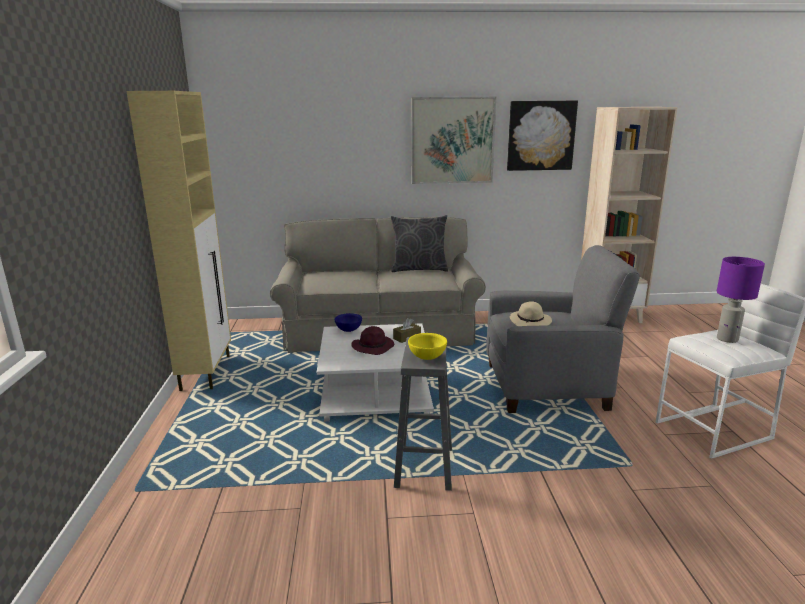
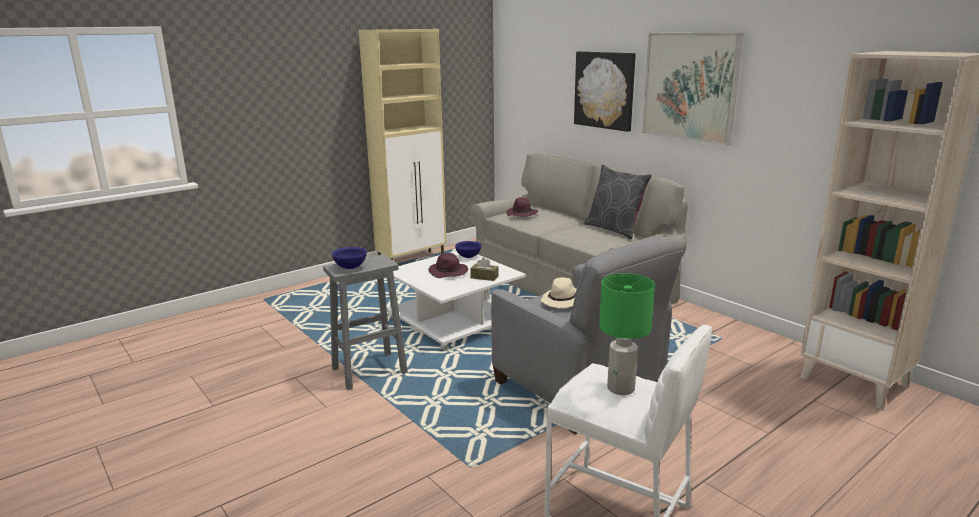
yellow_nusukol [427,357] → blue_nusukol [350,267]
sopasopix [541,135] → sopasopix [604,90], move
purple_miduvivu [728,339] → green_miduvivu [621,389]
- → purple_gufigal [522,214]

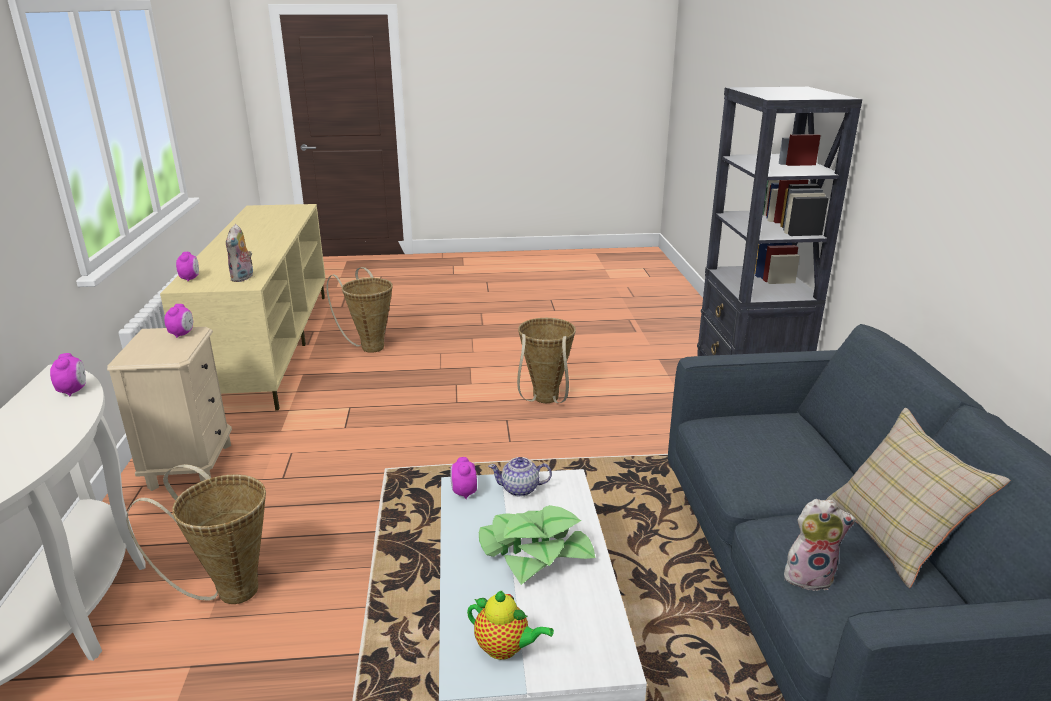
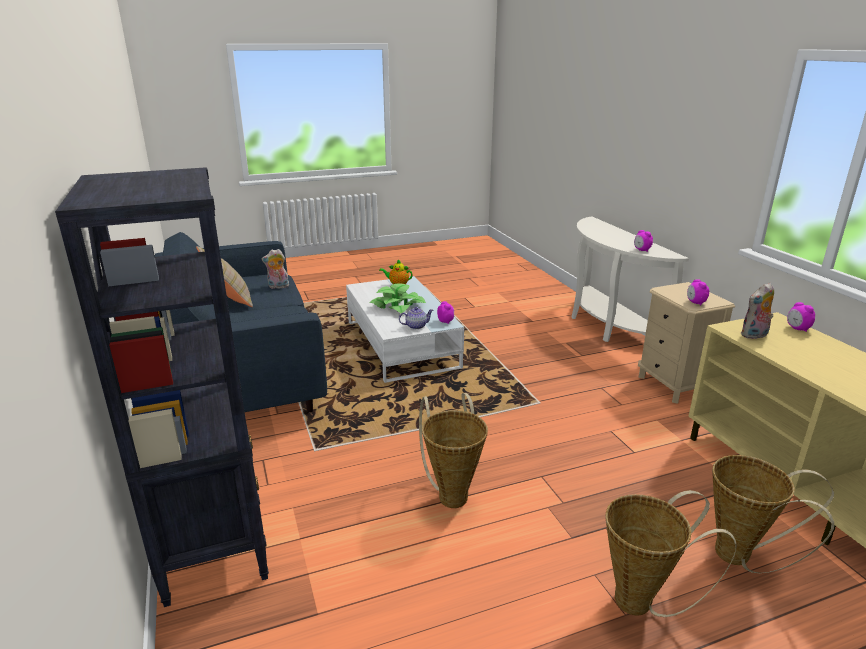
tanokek [230,590] → tanokek [642,602], move
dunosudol [243,278] → dunosudol [754,335], 105 degrees counterclockwise

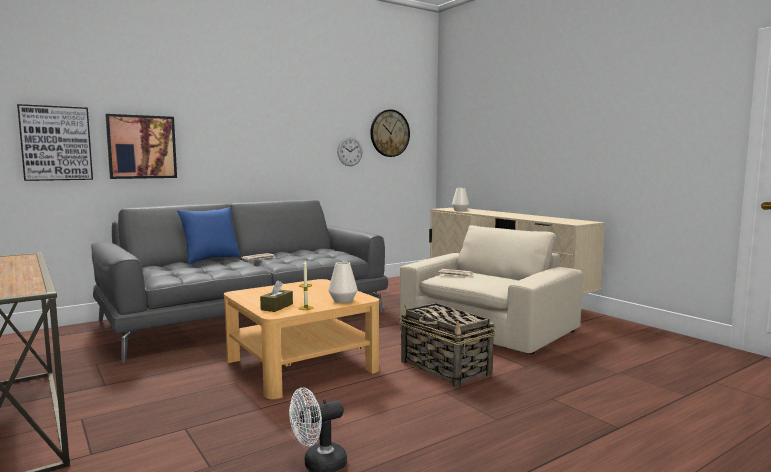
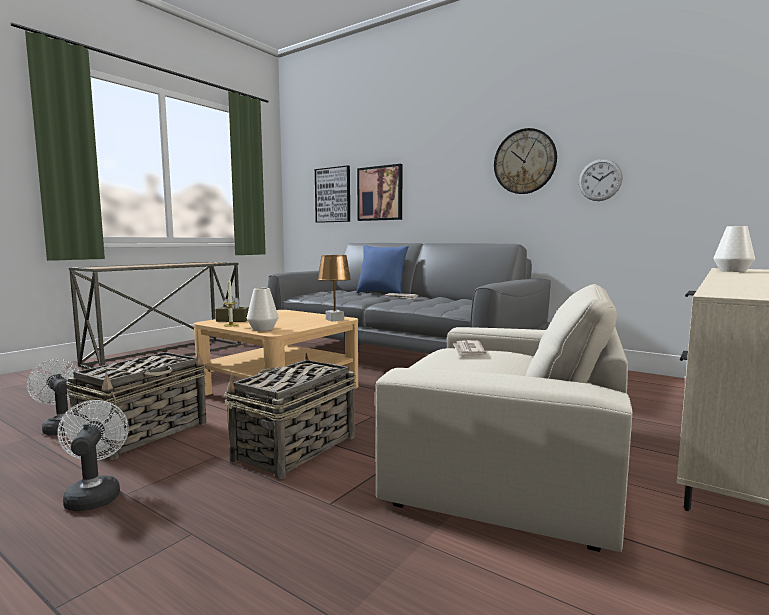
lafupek [389,133] → lafupek [525,161], move
- → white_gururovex [94,494]
- → tanokek [145,433]
- → brown_miduvivu [334,319]

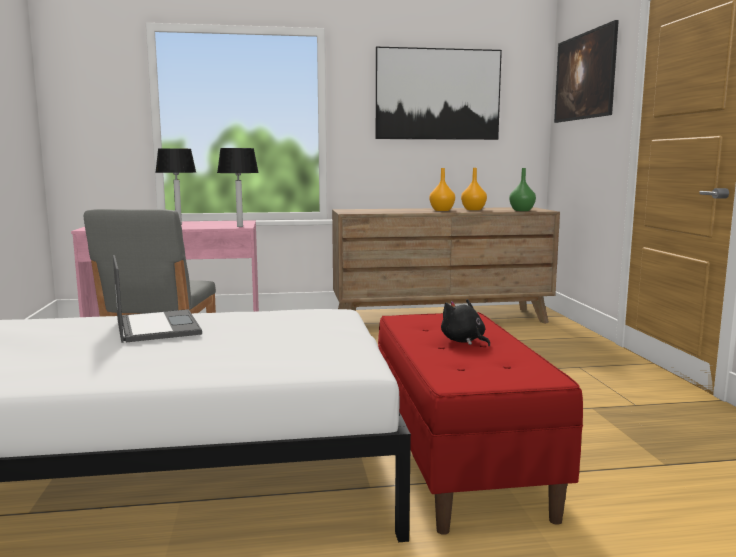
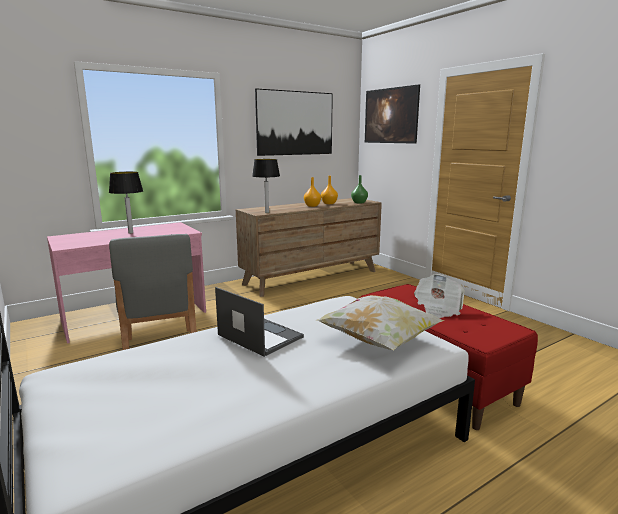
miduvivu [239,226] → miduvivu [266,212], move
black_dunosudol [464,341] → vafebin [437,309]
- → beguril [378,341]

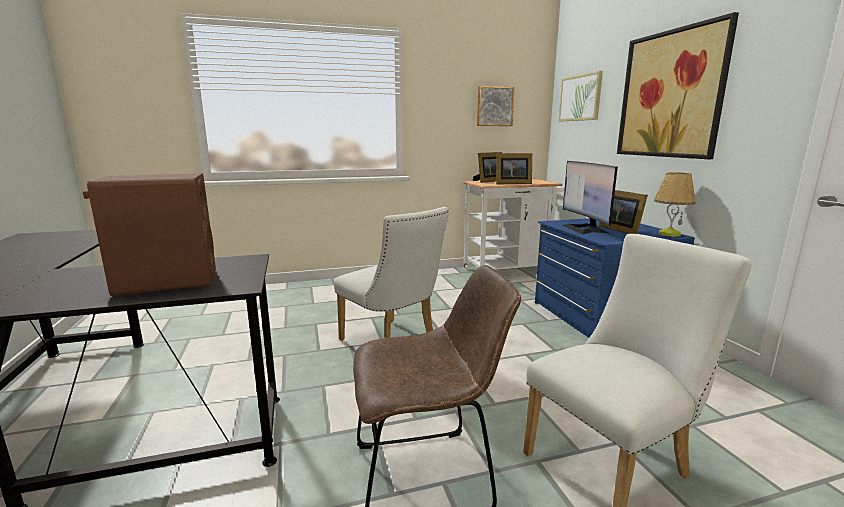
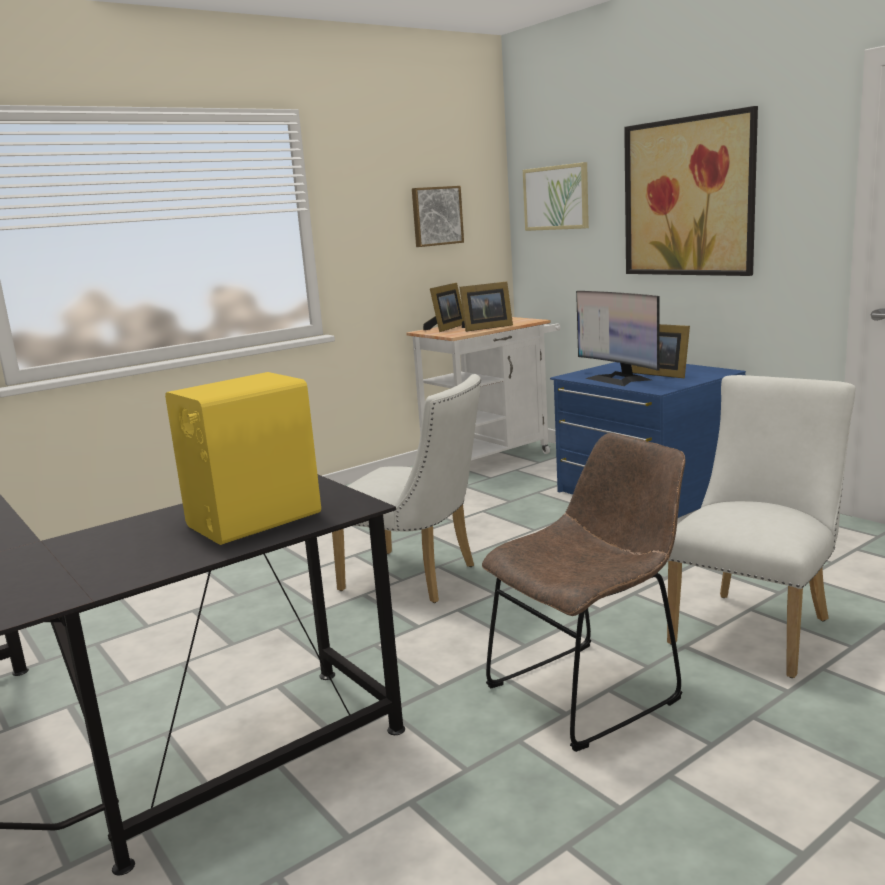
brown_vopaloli [167,282] → yellow_vopaloli [253,520]
miduvivu [669,234] → -

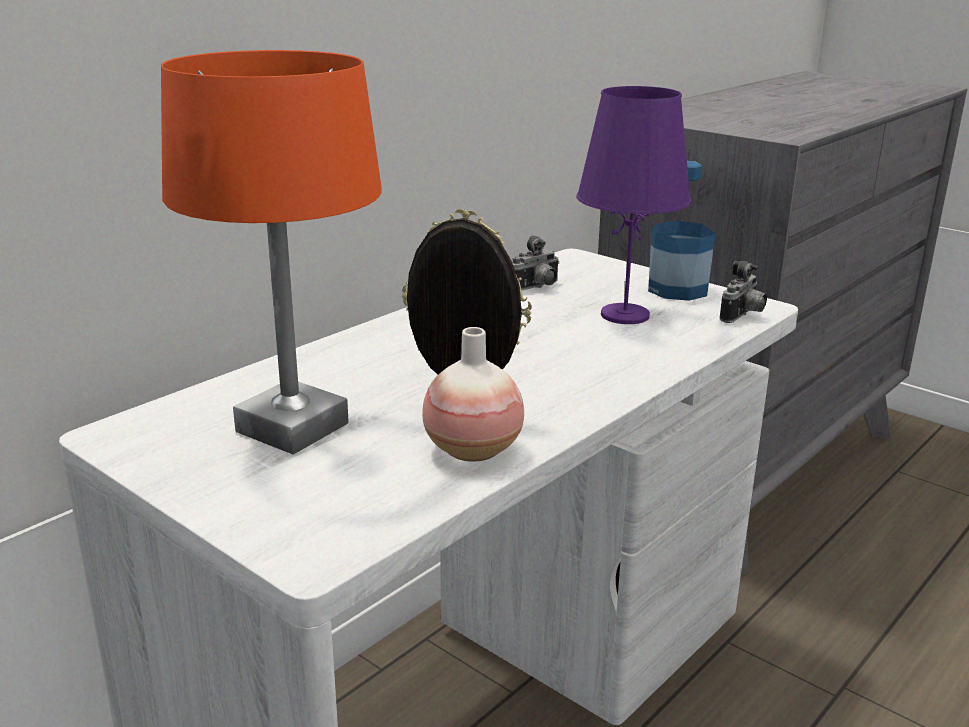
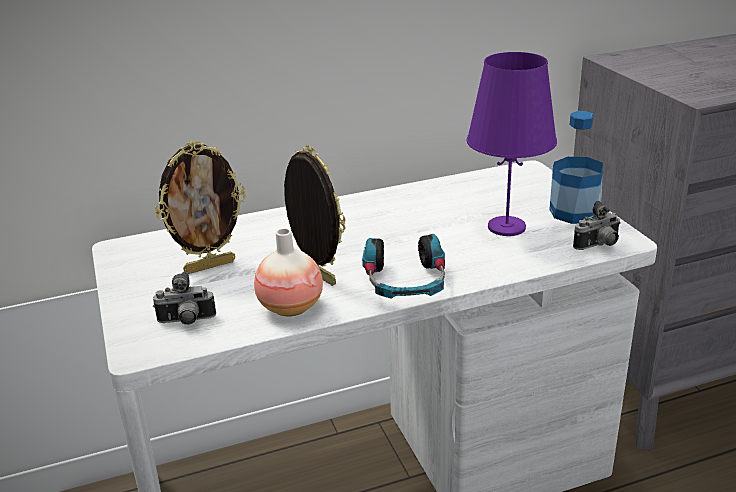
orange_miduvivu [293,427] → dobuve [210,266]
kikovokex [536,288] → kikovokex [186,322], move
- → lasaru [405,282]

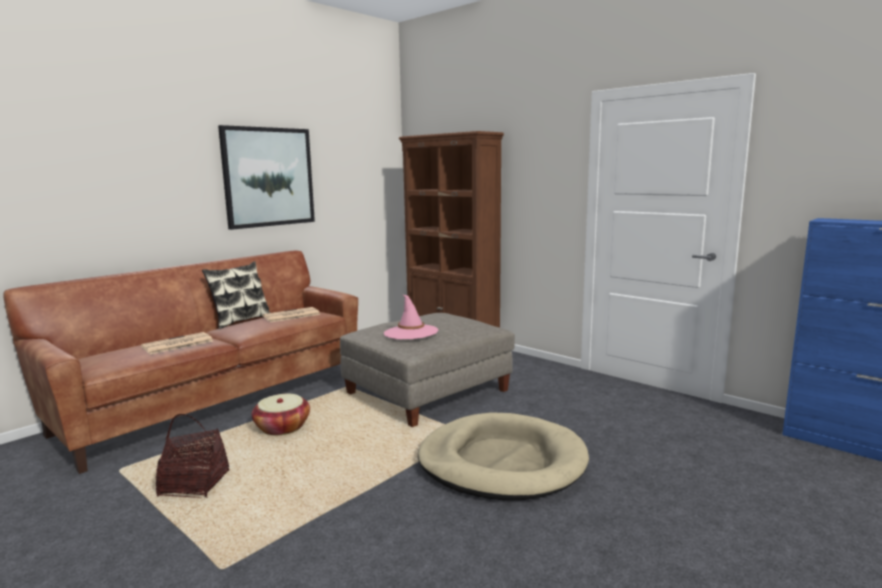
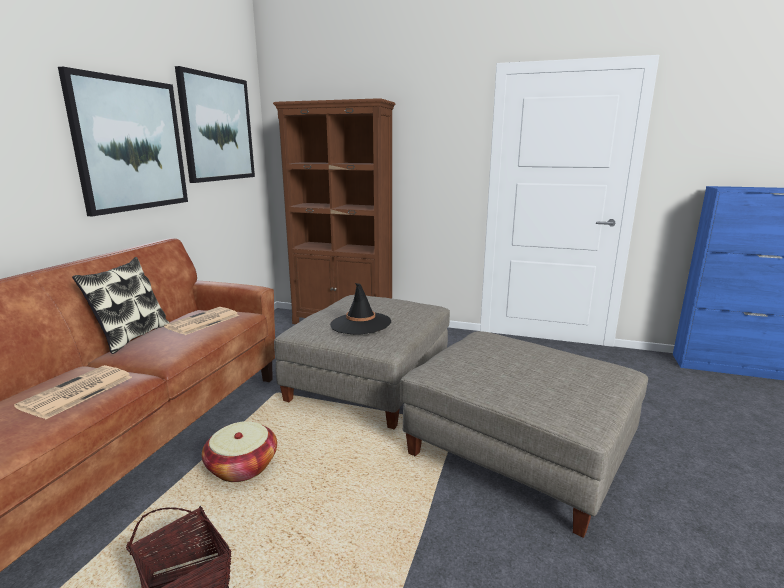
pink_gufigal [411,332] → black_gufigal [360,324]
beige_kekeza [501,462] → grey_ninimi [517,450]
- → sopasopix [217,128]

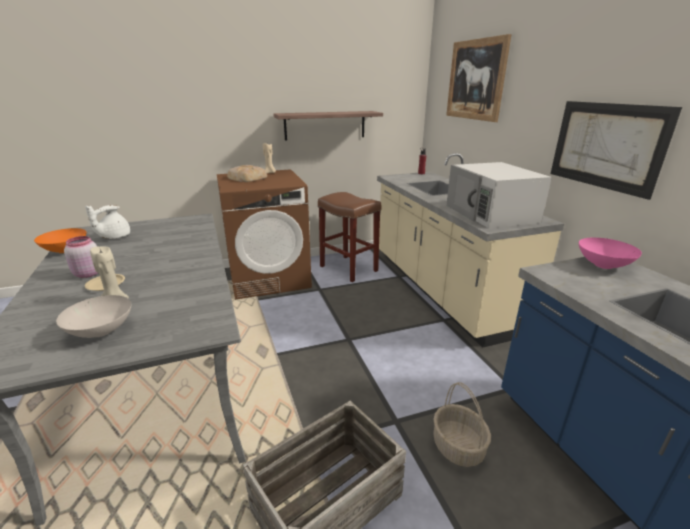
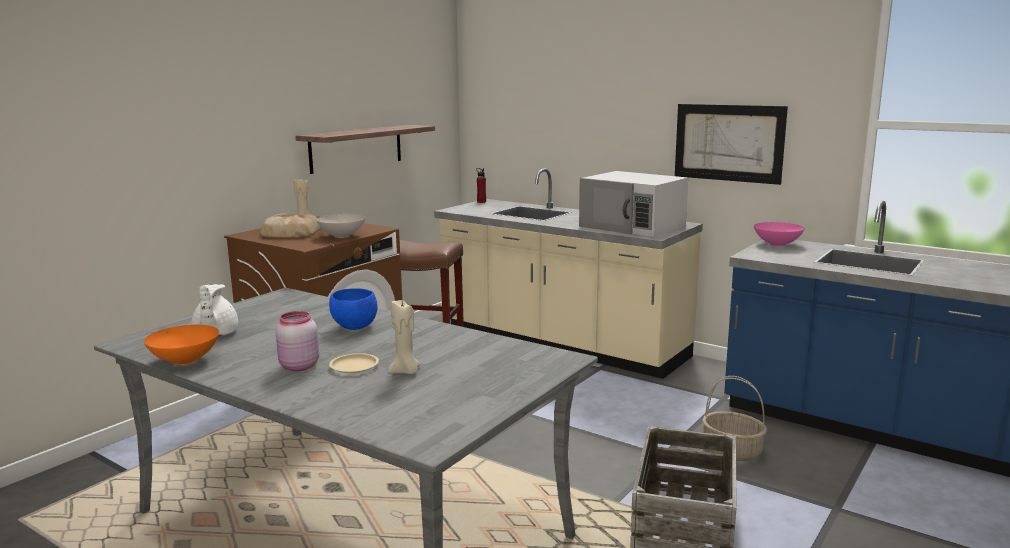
white_nusukol [102,331] → white_nusukol [341,236], move
sopasopix [475,80] → -
- → blue_nusukol [355,327]

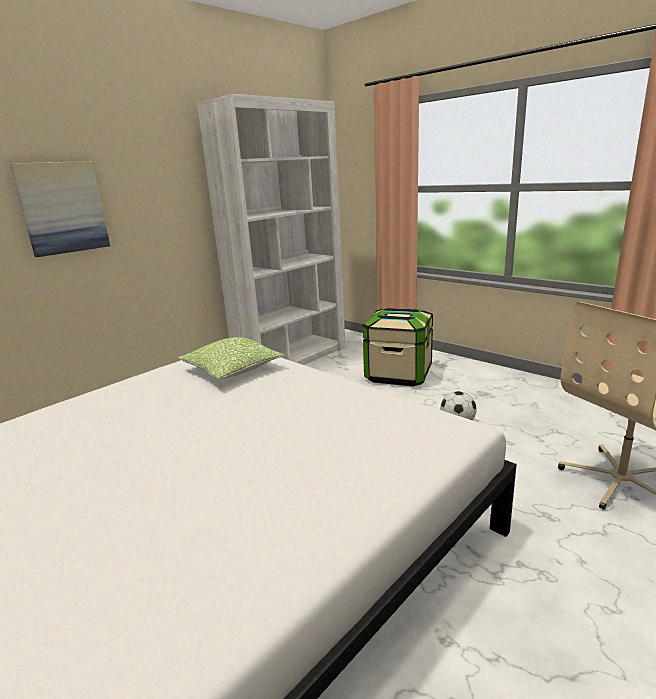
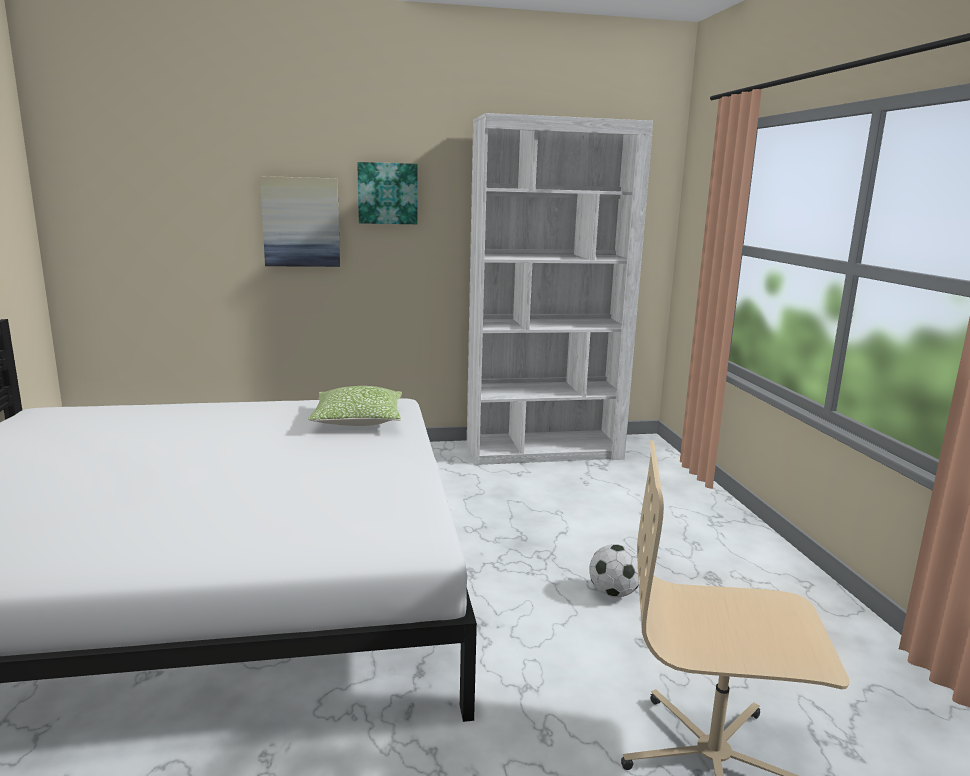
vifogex [398,374] → -
- → sopasopix [387,193]

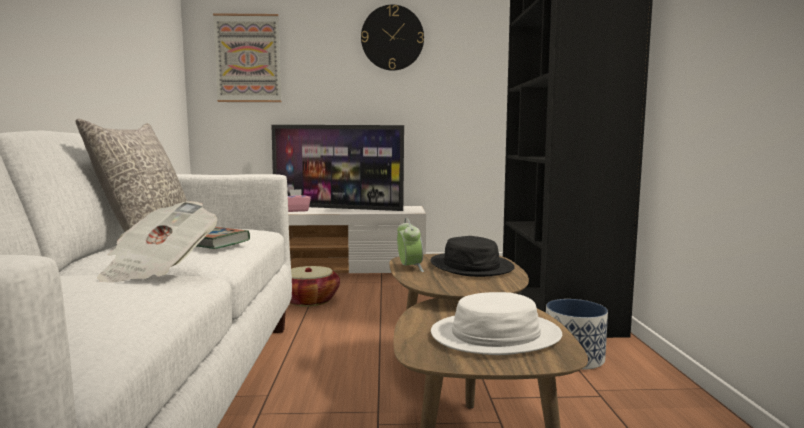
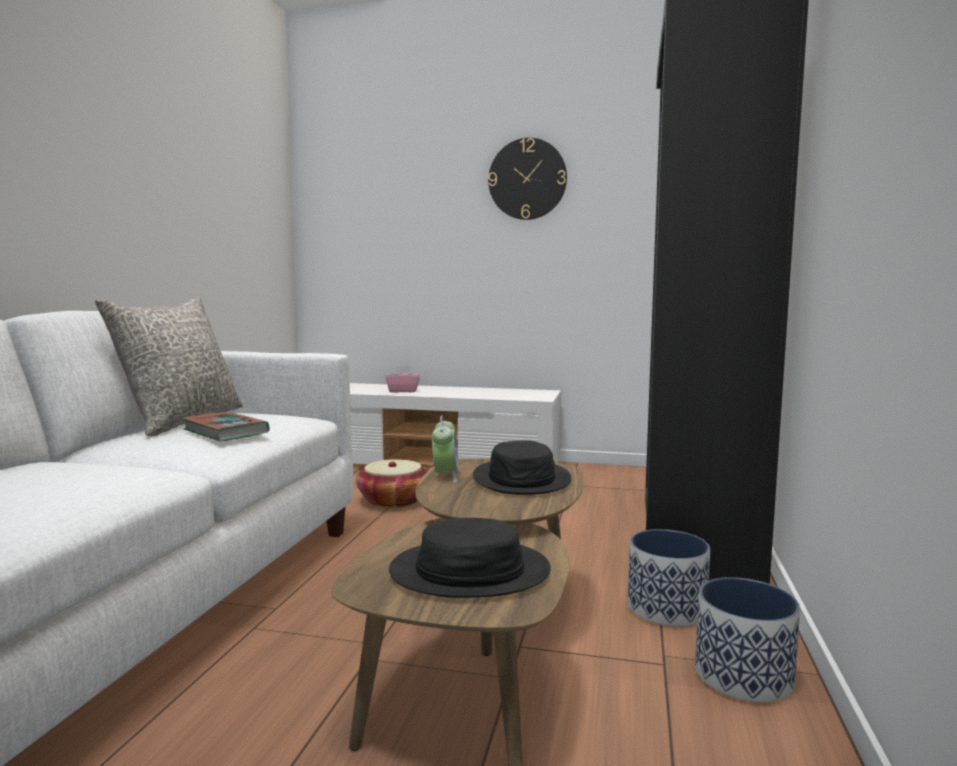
vafebin [159,269] → -
sopasopix [248,58] → -
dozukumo [337,208] → -
white_gufigal [496,335] → black_gufigal [470,572]
- → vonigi [743,676]

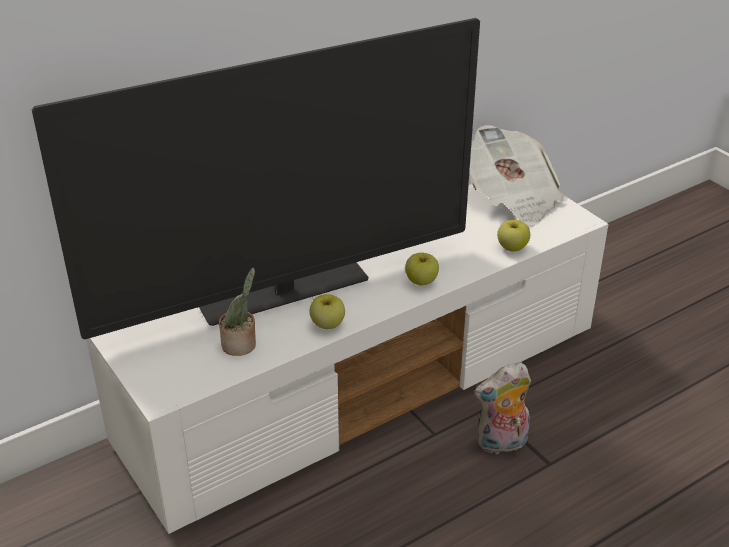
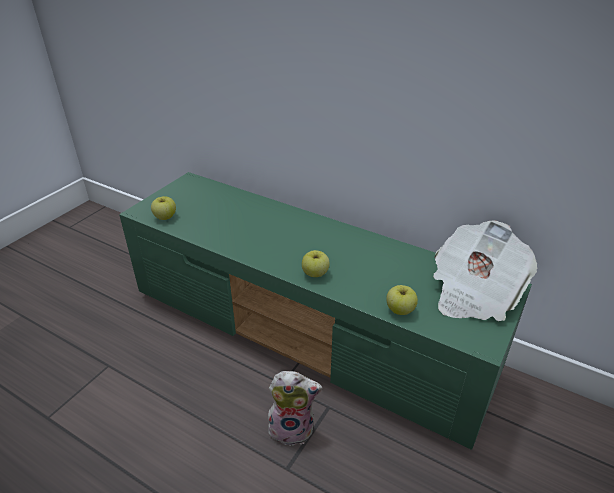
dozukumo [285,294] → -
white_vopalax [366,385] → green_vopalax [309,331]
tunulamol [241,345] → -
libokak [327,324] → libokak [165,217], move
dunosudol [501,444] → dunosudol [292,428], 135 degrees clockwise

